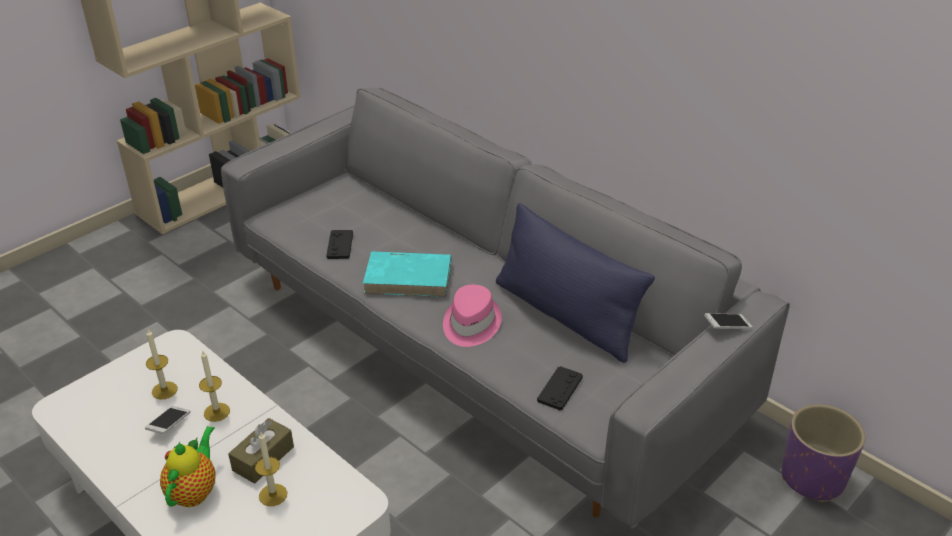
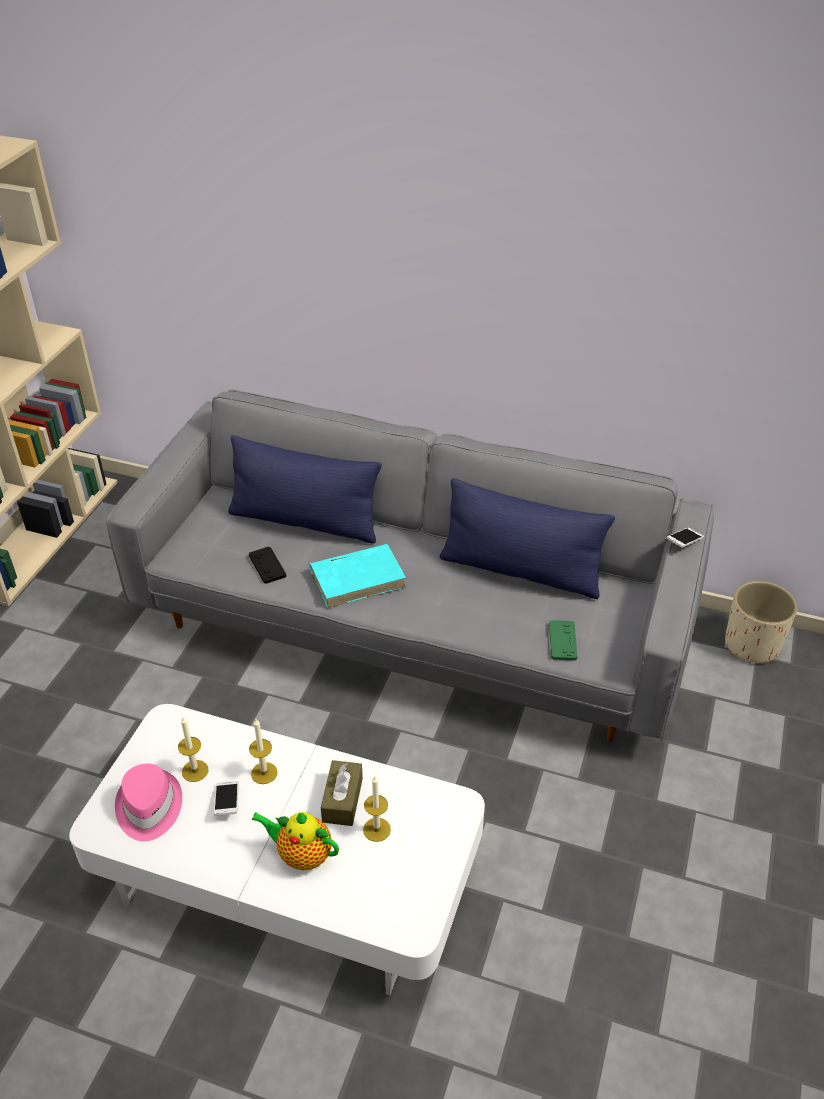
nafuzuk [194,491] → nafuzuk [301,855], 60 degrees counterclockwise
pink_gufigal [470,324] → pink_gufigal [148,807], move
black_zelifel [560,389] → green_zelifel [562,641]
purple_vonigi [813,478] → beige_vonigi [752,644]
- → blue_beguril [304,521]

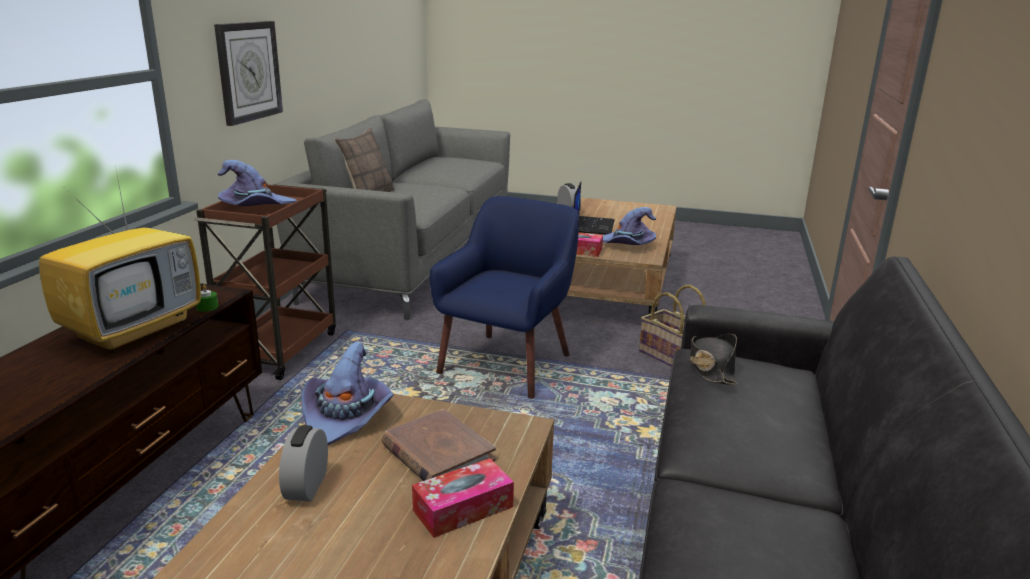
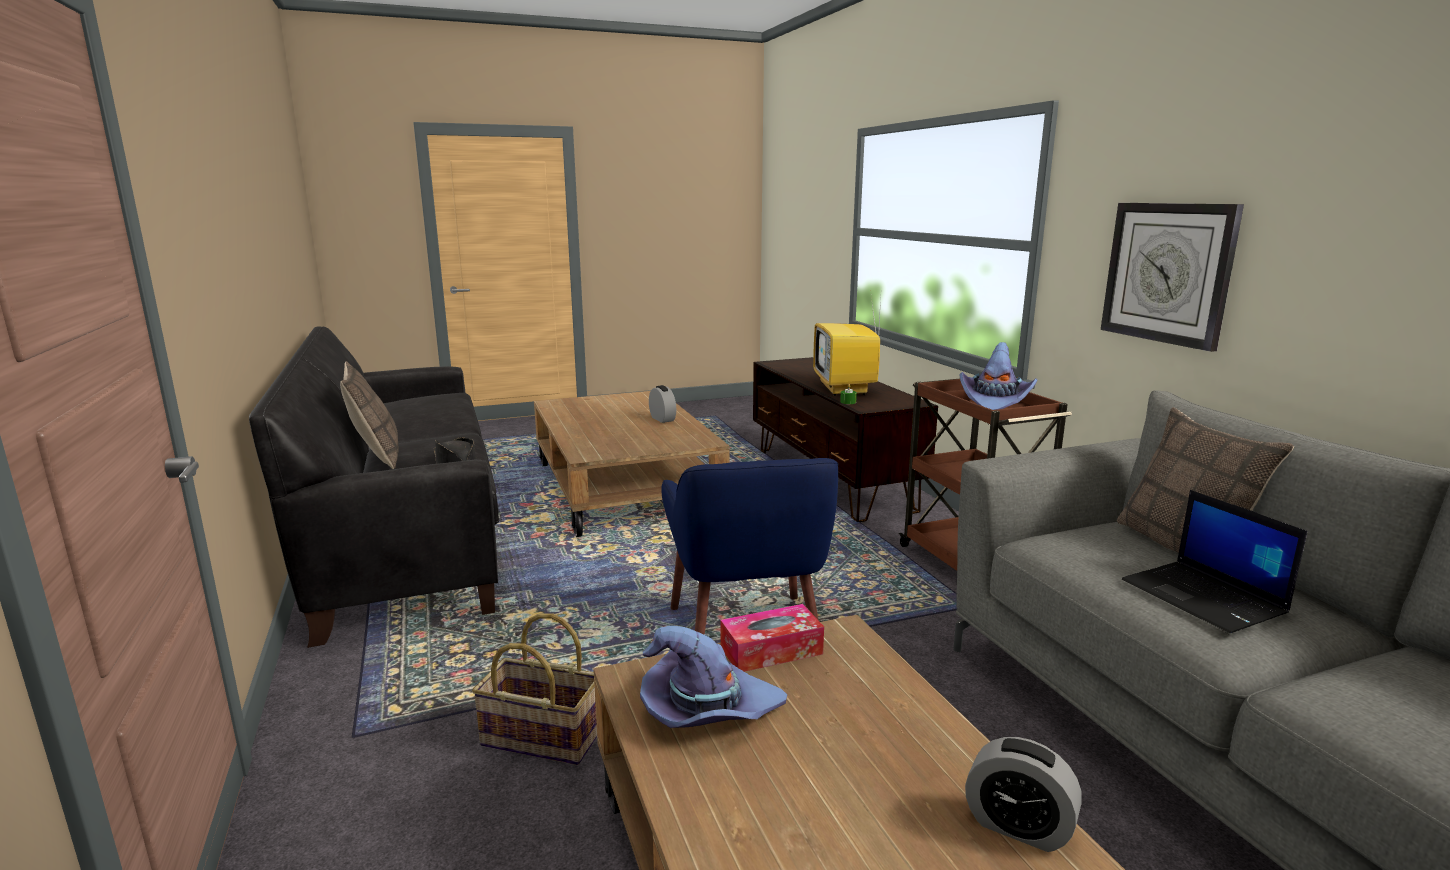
purple_gufigal [346,418] → -
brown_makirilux [437,452] → -
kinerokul [463,508] → -
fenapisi [592,226] → fenapisi [1205,597], move
- → beguril [376,457]

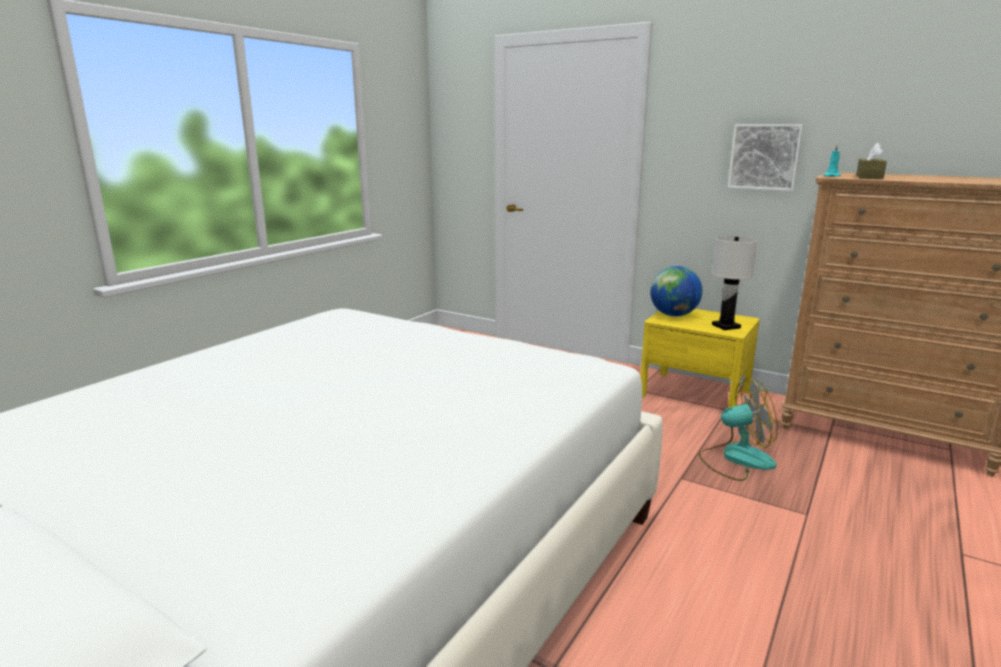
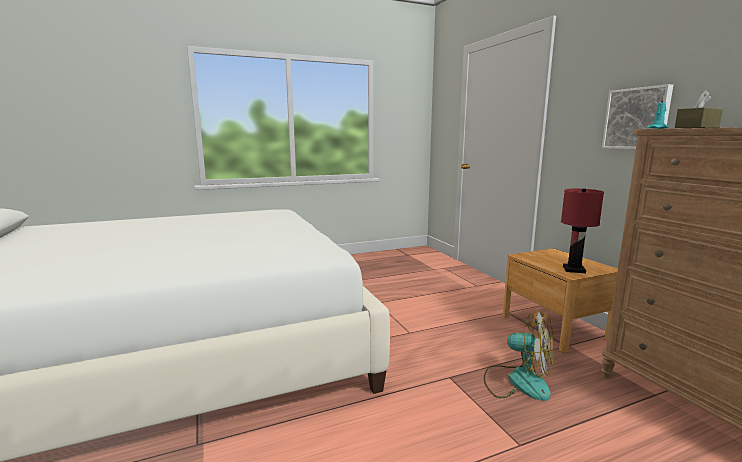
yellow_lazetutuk [694,393] → brown_lazetutuk [554,327]
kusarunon [673,315] → -
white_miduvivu [726,326] → red_miduvivu [574,270]

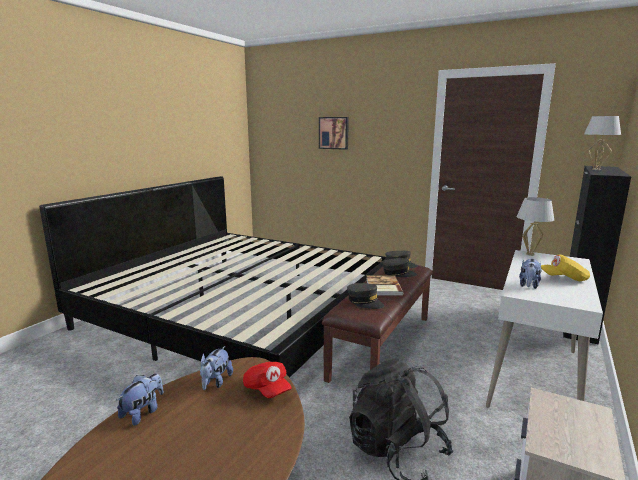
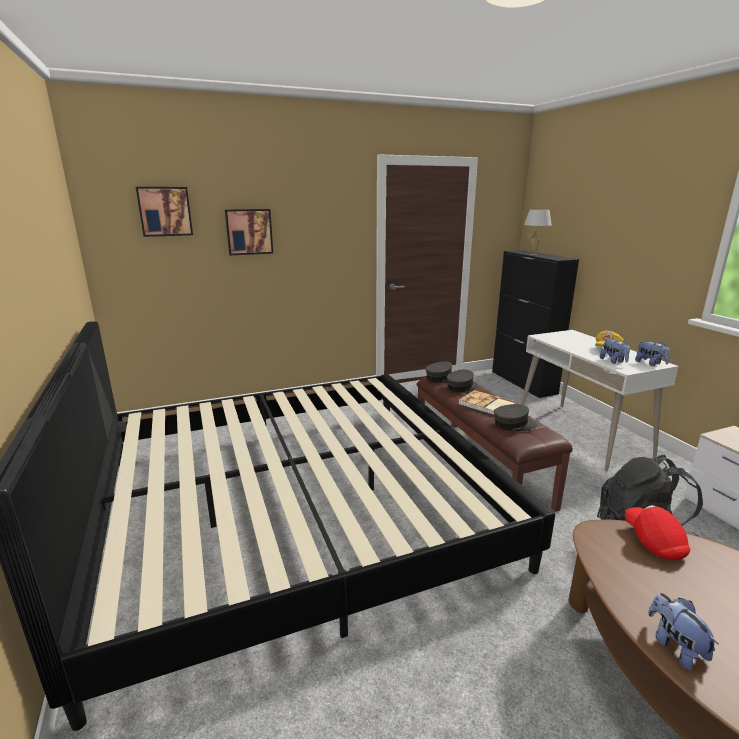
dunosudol [216,382] → dunosudol [650,363], move
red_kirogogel [267,389] → red_kirogogel [653,542], 105 degrees counterclockwise
white_miduvivu [529,254] → -
- → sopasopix [165,211]

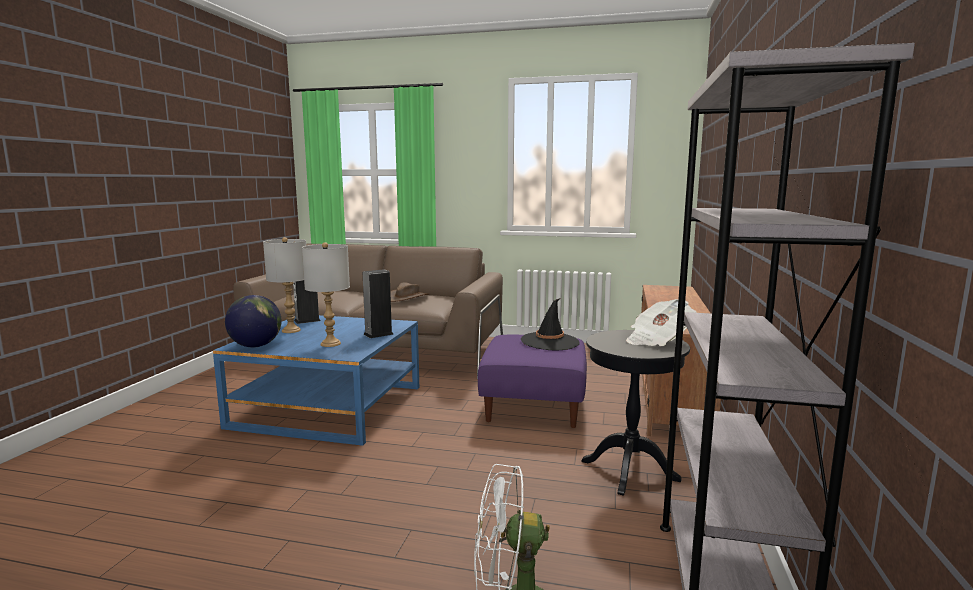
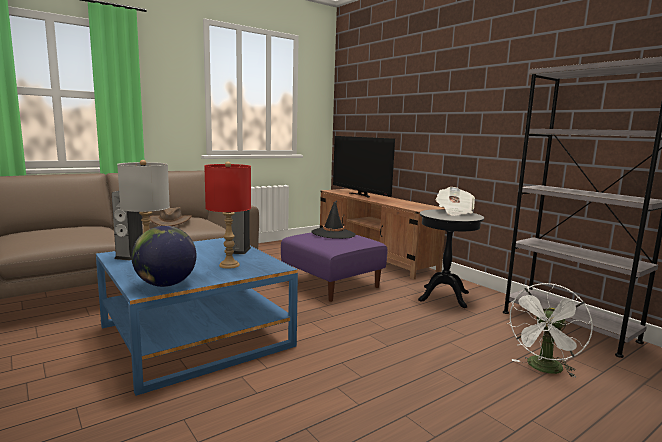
grey_miduvivu [331,344] → red_miduvivu [229,265]
- → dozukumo [361,195]

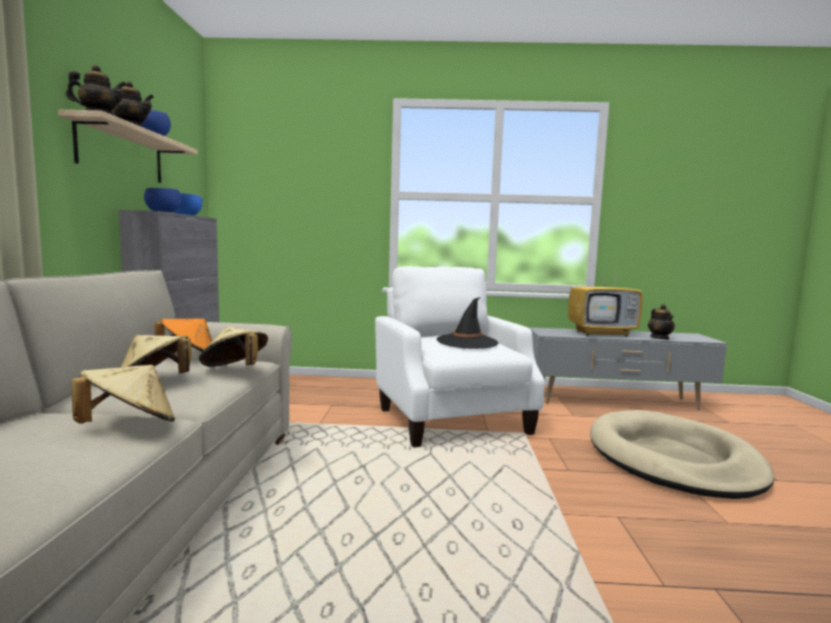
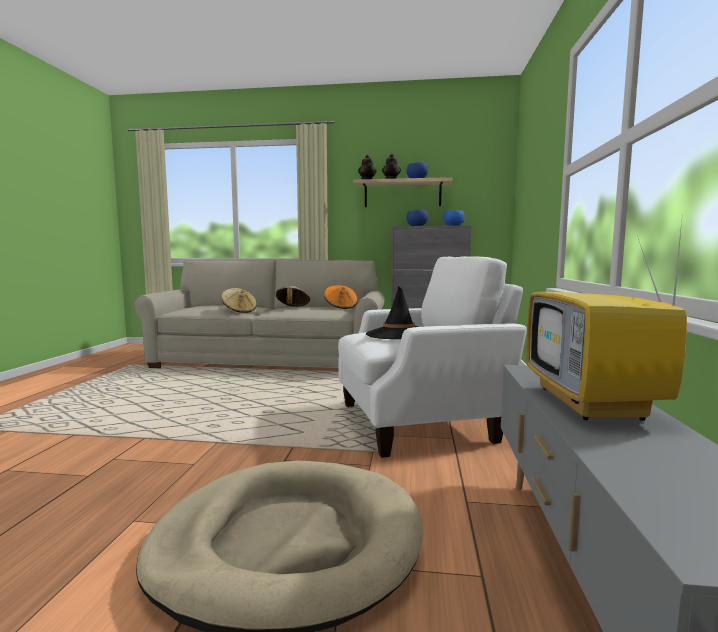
beige_gufigal [235,370] → -
nafuzuk [660,338] → -

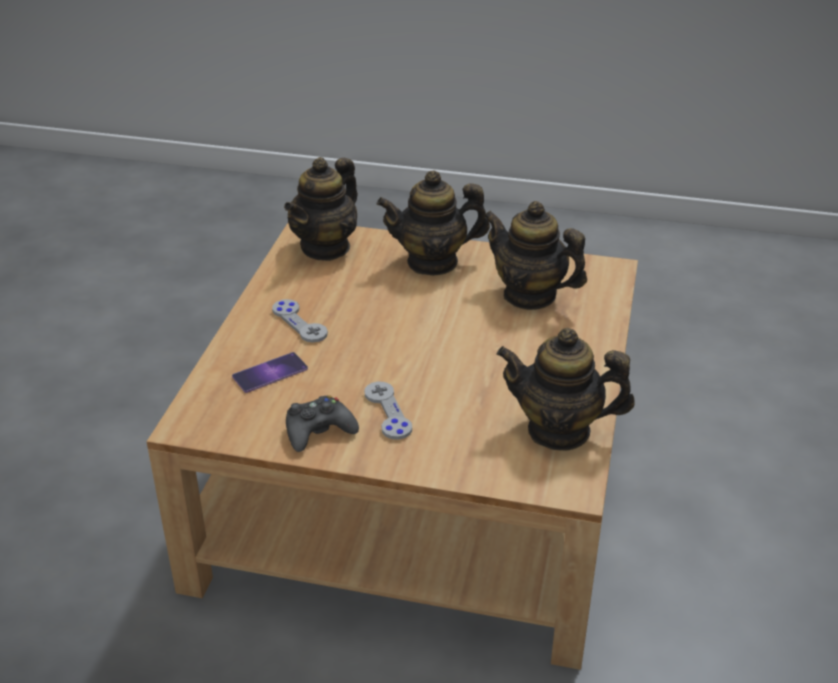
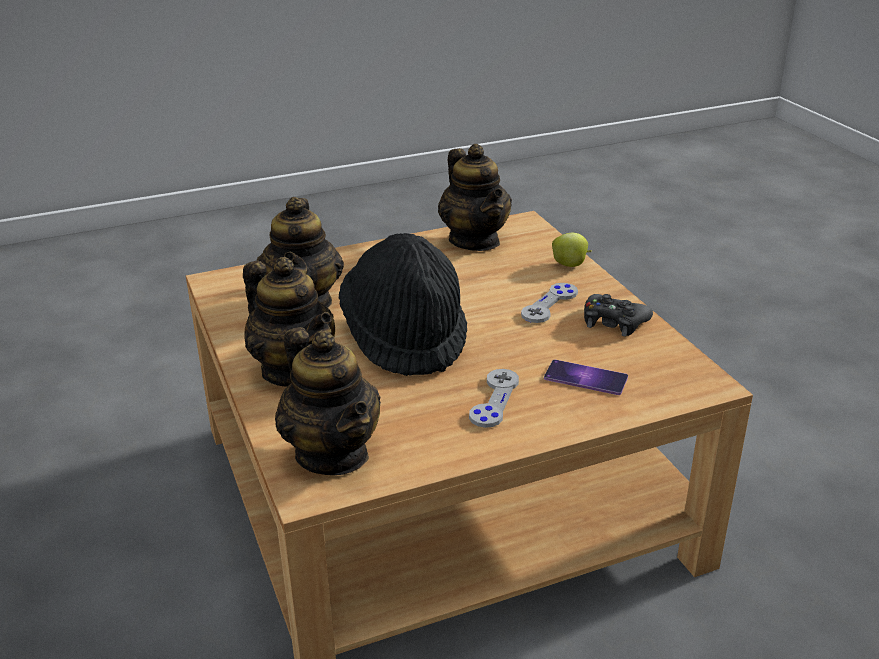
nafuzuk [325,247] → nafuzuk [333,454], 60 degrees clockwise
- → black_gufigal [405,337]
- → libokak [570,265]

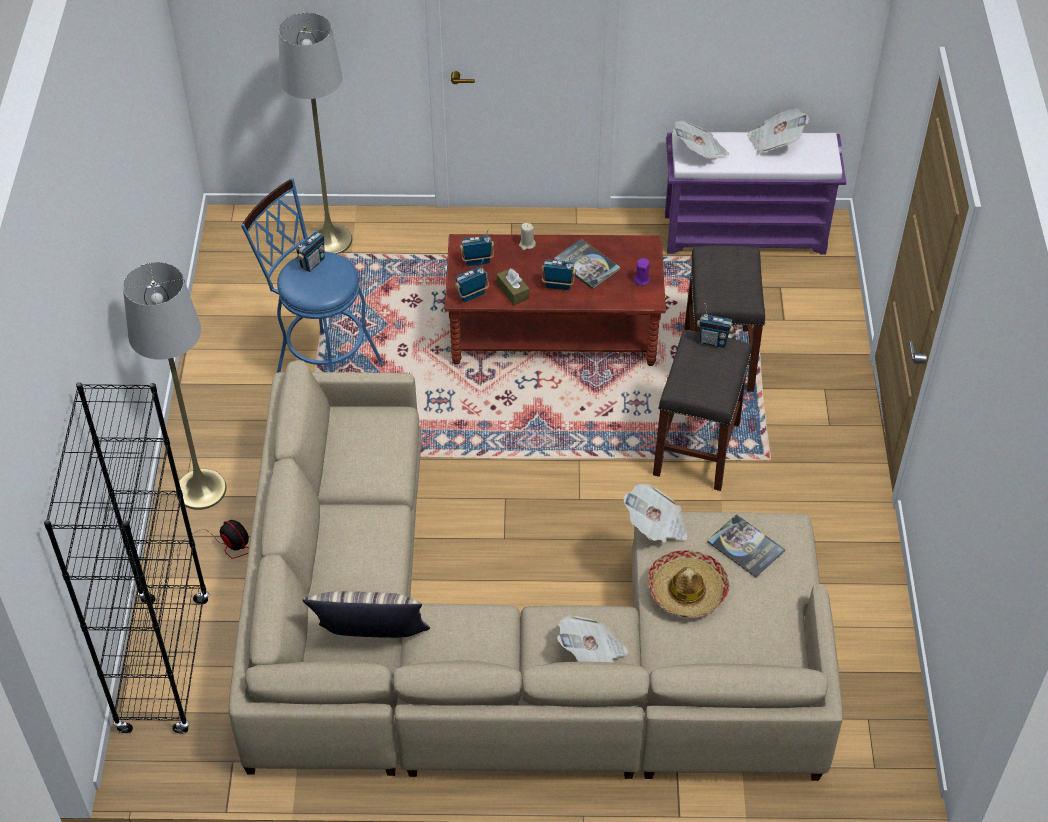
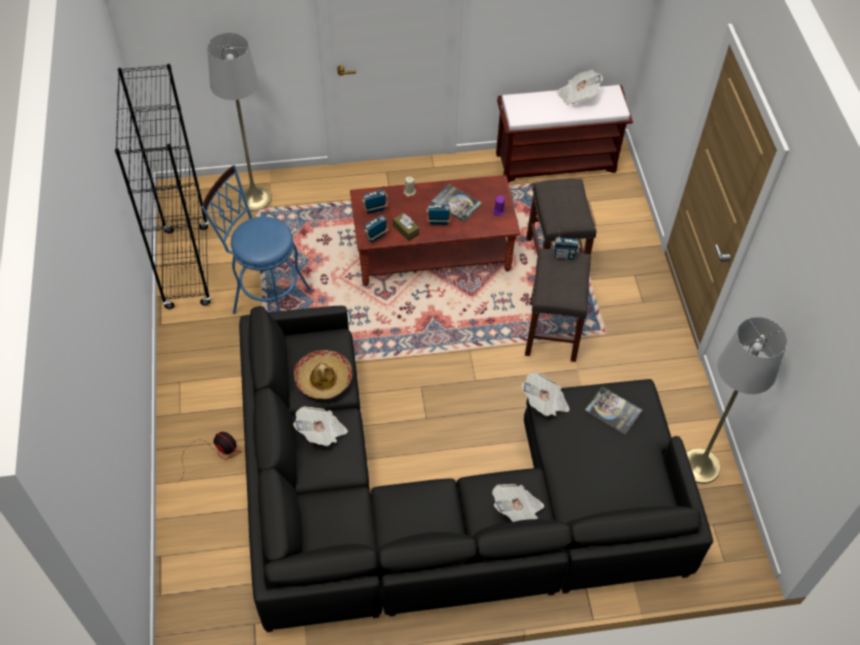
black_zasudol [164,665] → black_zasudol [187,267], move
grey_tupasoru [201,489] → grey_tupasoru [700,466], move
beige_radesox [505,647] → black_radesox [442,504]
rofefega [312,263] → -
beguril [371,643] → -
gufigal [687,590] → gufigal [323,379], move
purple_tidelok [746,233] → brown_tidelok [556,162]
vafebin [699,152] → vafebin [321,432], move

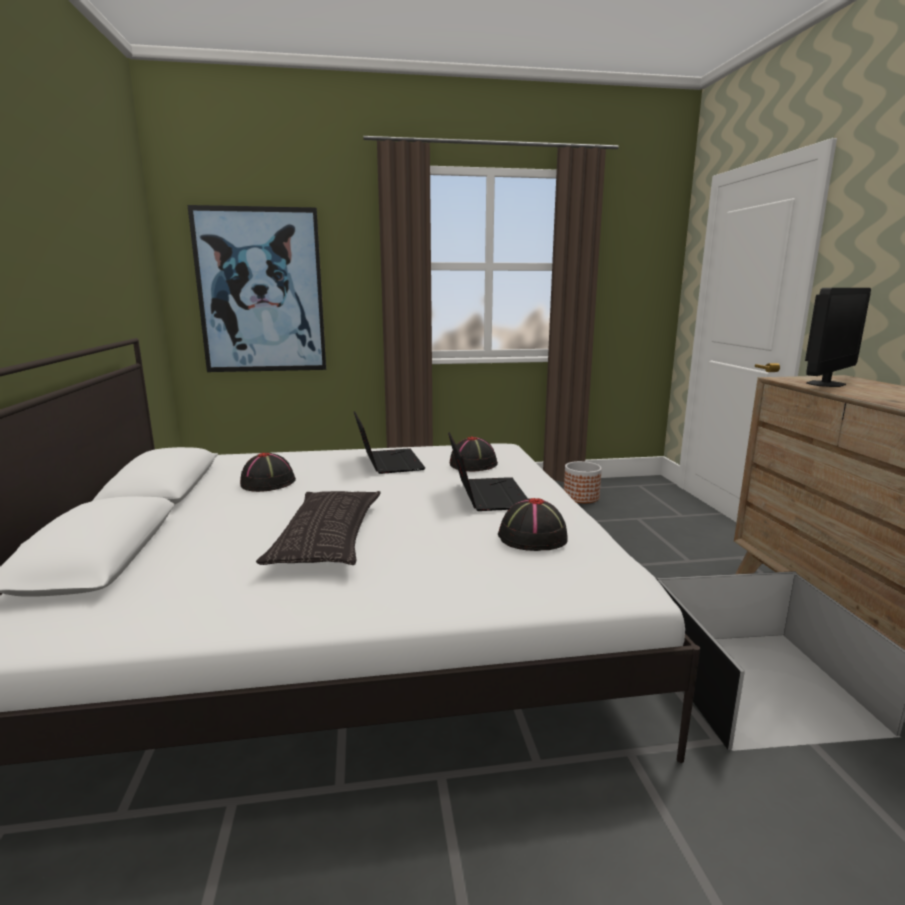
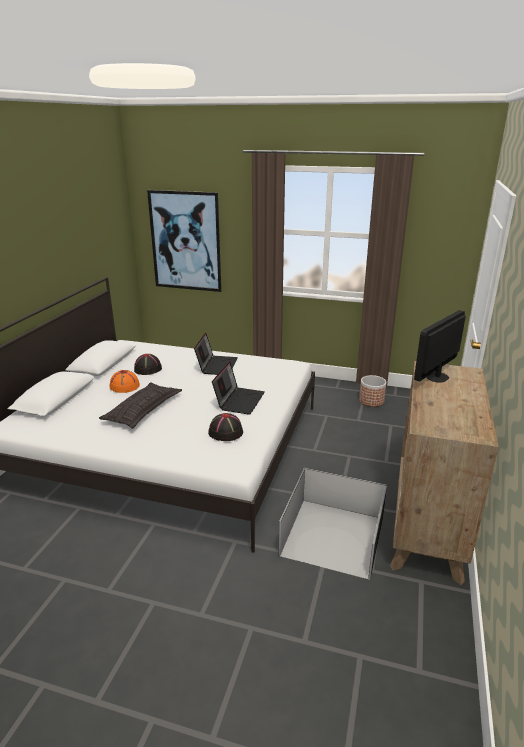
black_gufigal [473,464] → -
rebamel [825,384] → rebamel [437,377], 150 degrees clockwise
- → orange_gufigal [124,386]

